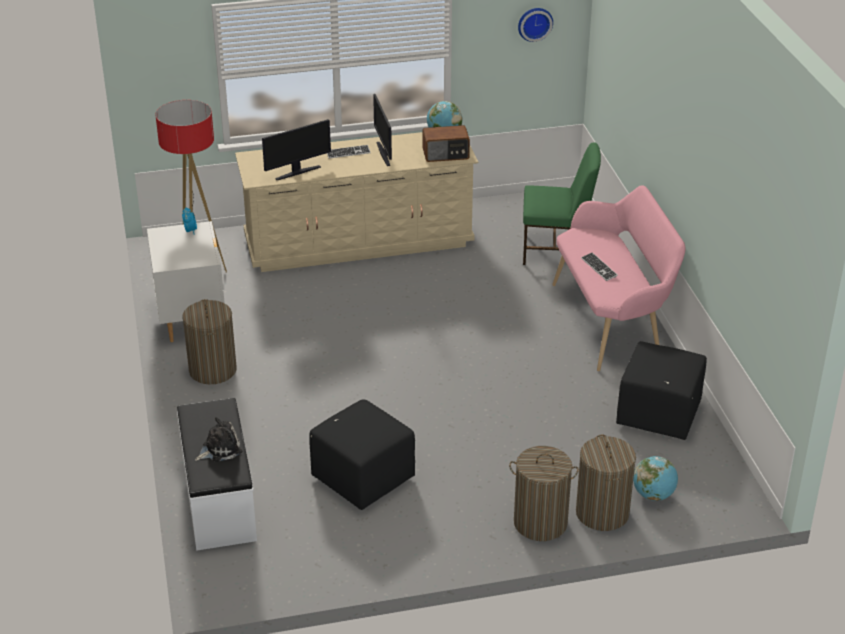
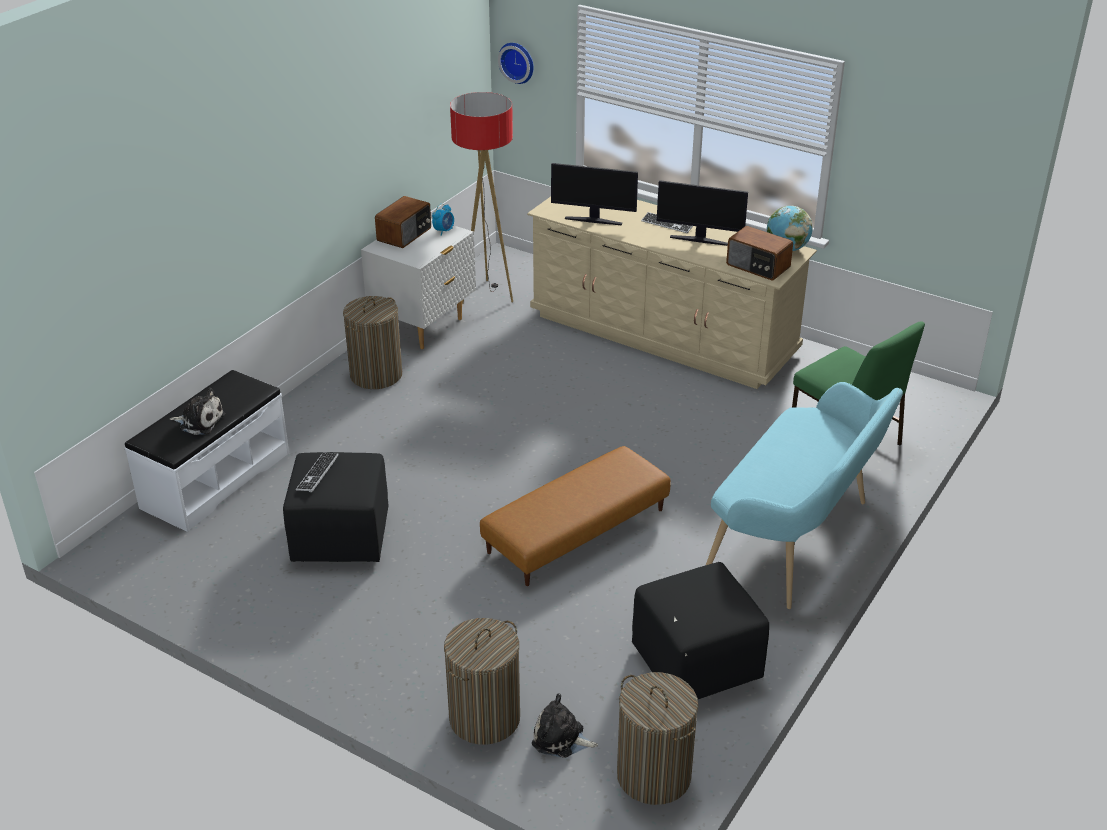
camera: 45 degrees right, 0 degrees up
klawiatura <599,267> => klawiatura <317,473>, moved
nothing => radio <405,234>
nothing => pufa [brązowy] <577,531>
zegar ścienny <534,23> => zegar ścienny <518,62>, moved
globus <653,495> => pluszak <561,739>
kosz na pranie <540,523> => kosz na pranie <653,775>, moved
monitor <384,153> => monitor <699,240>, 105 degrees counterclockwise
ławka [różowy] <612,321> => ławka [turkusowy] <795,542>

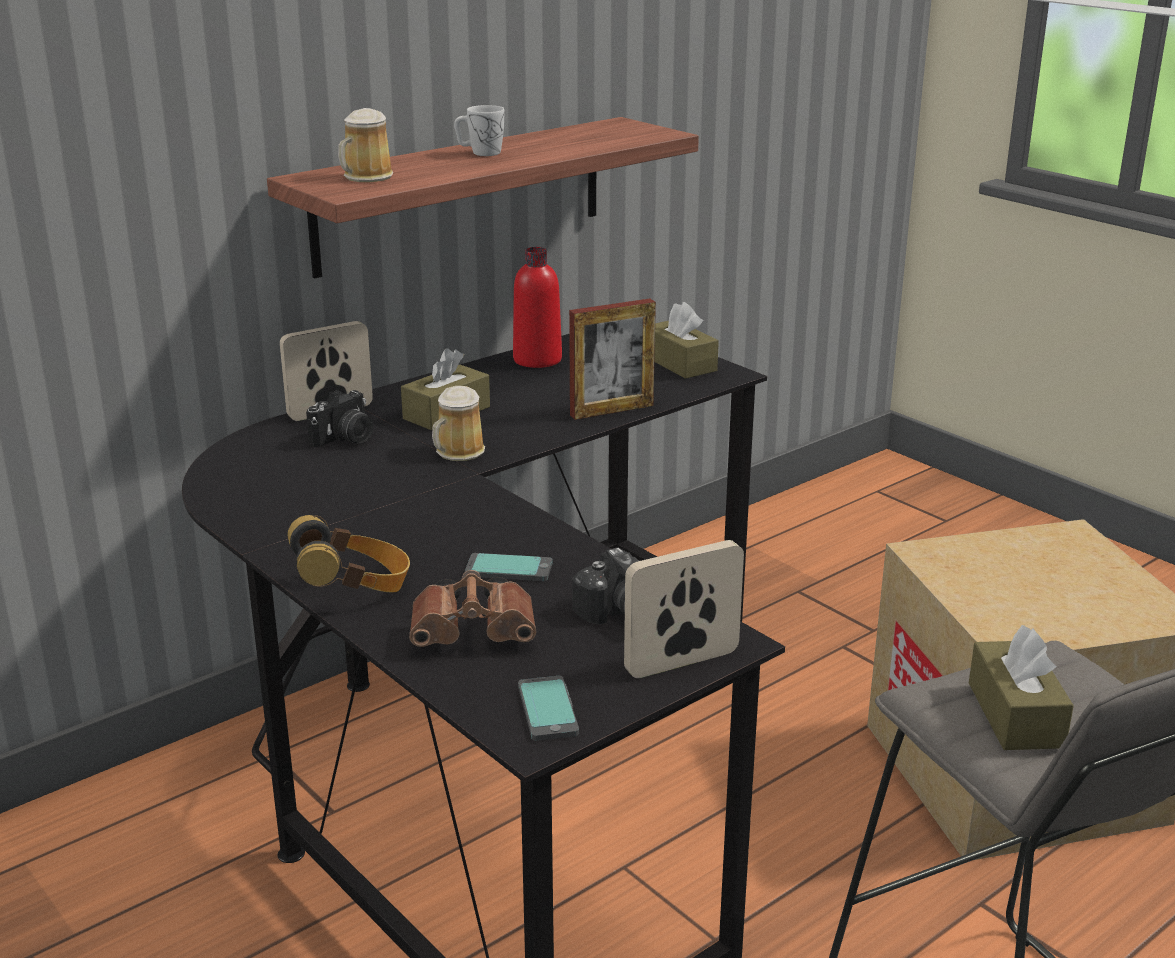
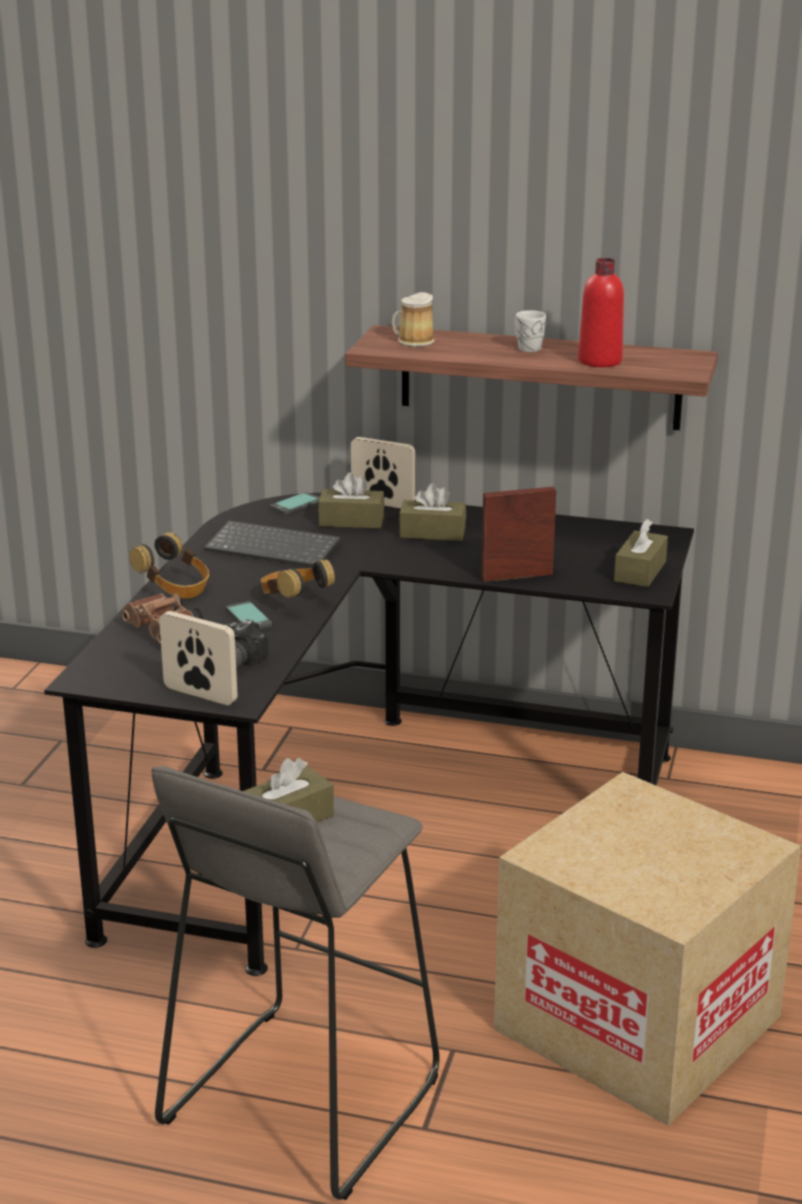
camera: 55 degrees right, 0 degrees up
nothing => klawiatura <275,547>
nothing => słuchawki <294,601>
telefon <548,710> => telefon <295,504>, moved
aparat fotograficzny <345,439> => pudełko chusteczek [brązowy] <351,521>
ramka na zdjęcie <612,410> => ramka na zdjęcie <517,576>, 135 degrees clockwise
butelka [czerwony] <537,360> => butelka [czerwony] <600,361>, moved
kubek <457,452> => nothing

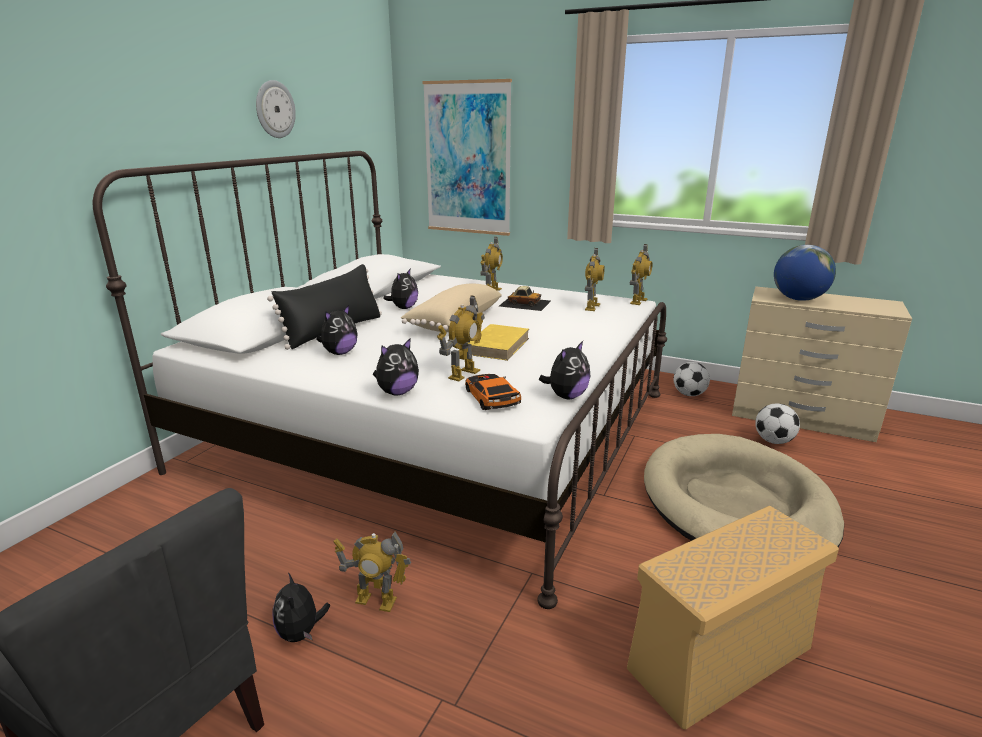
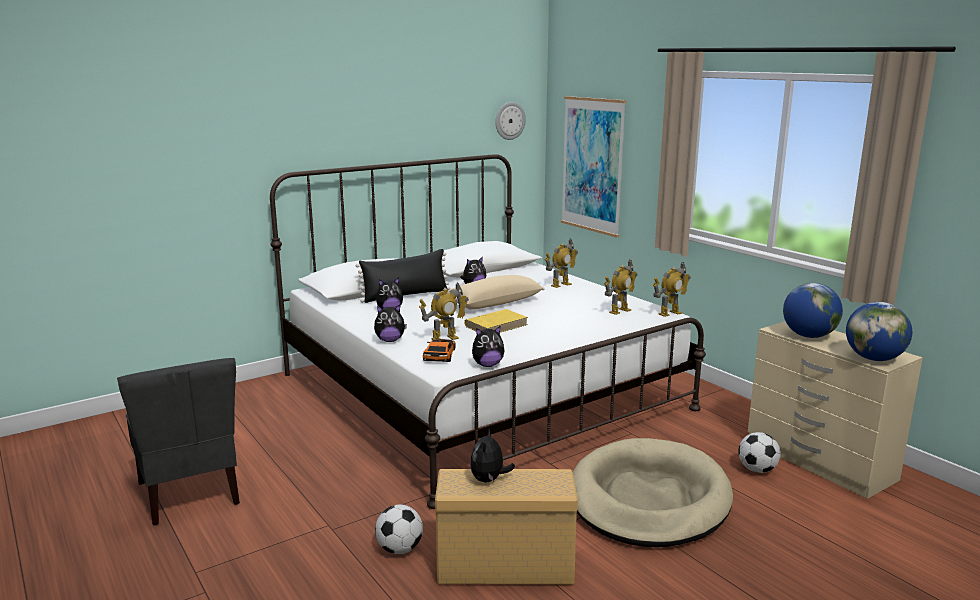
camera: 30 degrees right, 5 degrees down
piłka futbolowa <689,394> => piłka futbolowa <399,549>, moved
pluszak <301,633> => pluszak <489,480>, moved
zegar ścienny <274,109> => zegar ścienny <509,120>, moved
nothing => globus <873,358>
robot zabawkowy <376,601> => nothing
samochodzik <525,303> => nothing

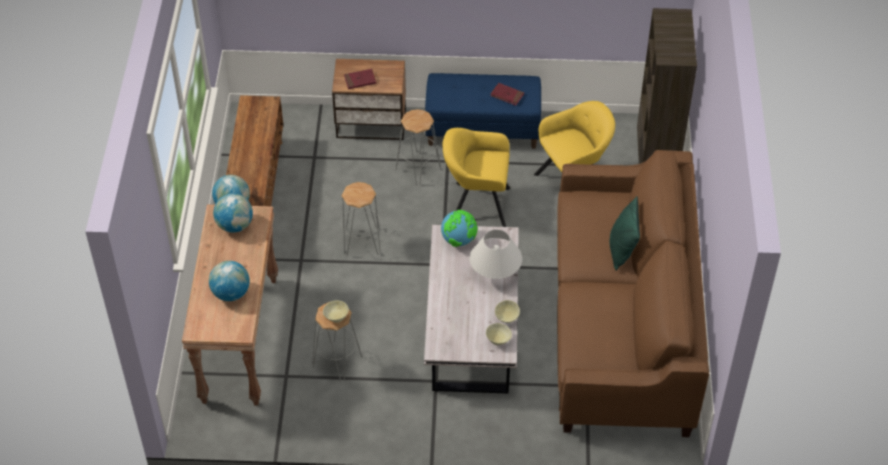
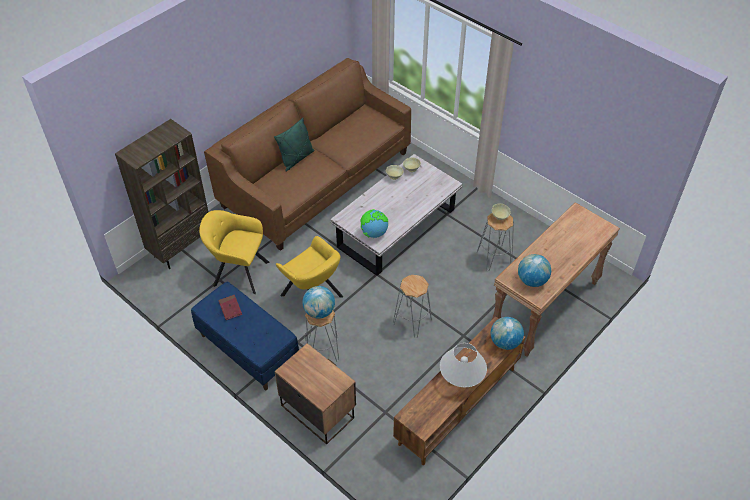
camera: 140 degrees left, 0 degrees up
globus <231,293> => globus <319,312>, moved
lampa stołowa [biały] <495,272> => lampa stołowa [biały] <461,377>, moved
książka [czerwony] <360,80> => nothing

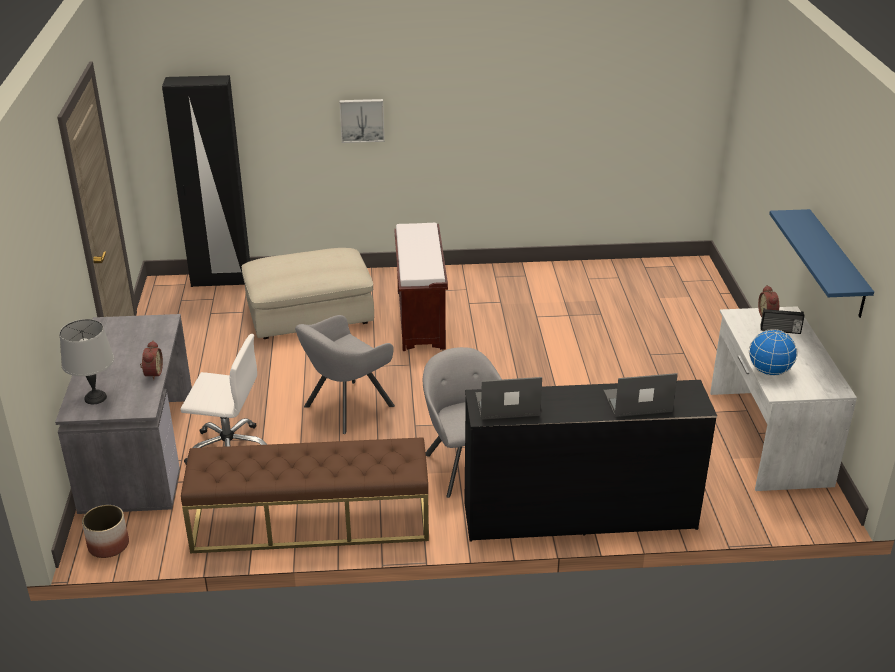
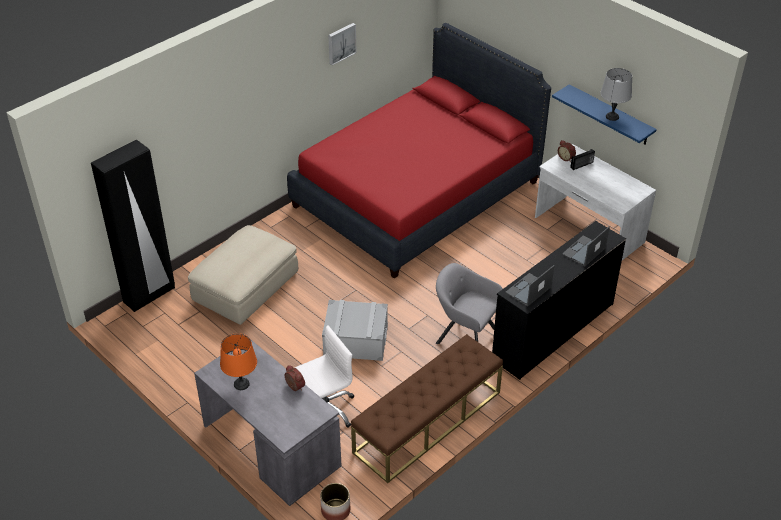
camera: 40 degrees left, 10 degrees up
nothing => lampa stołowa [pomarańczowy] <242,384>
nothing => łóżko [czerwony] <417,194>
fotel [szary] <345,408> => pojemnik do przechowywania [szary] <355,341>
obraz <362,120> => obraz <341,43>, moved
lampa stołowa [szary] <95,397> => lampa stołowa [szary] <612,116>, moved
ławka [brązowy] <421,319> => nothing
globus <769,371> => nothing

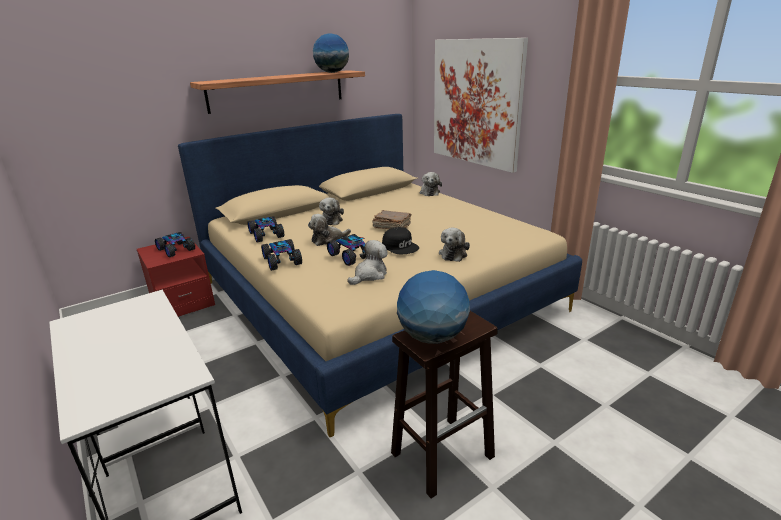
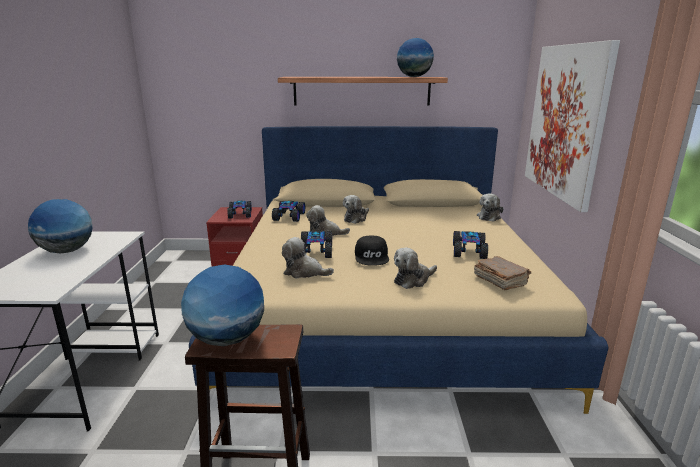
camera: 35 degrees right, 5 degrees down
nothing => globus <67,251>
pluszak <369,275> => pluszak <304,272>, 150 degrees counterclockwise
samochodzik <283,261> => samochodzik <469,251>, moved
książka [brązowy] <391,227> => książka [brązowy] <500,281>, moved

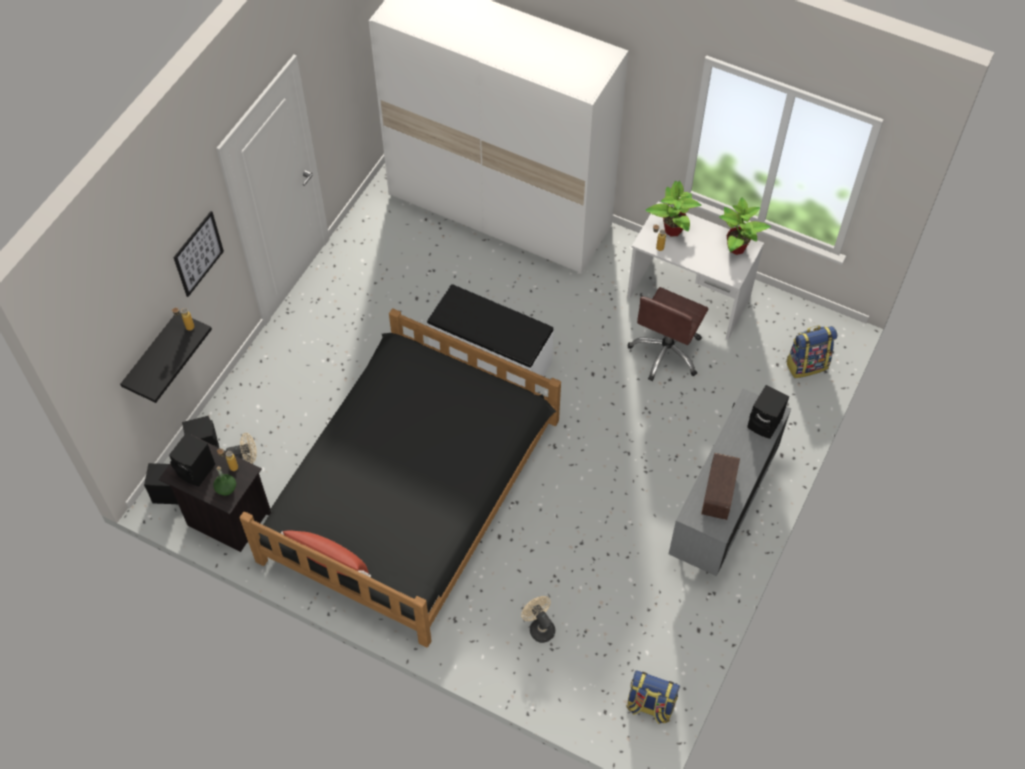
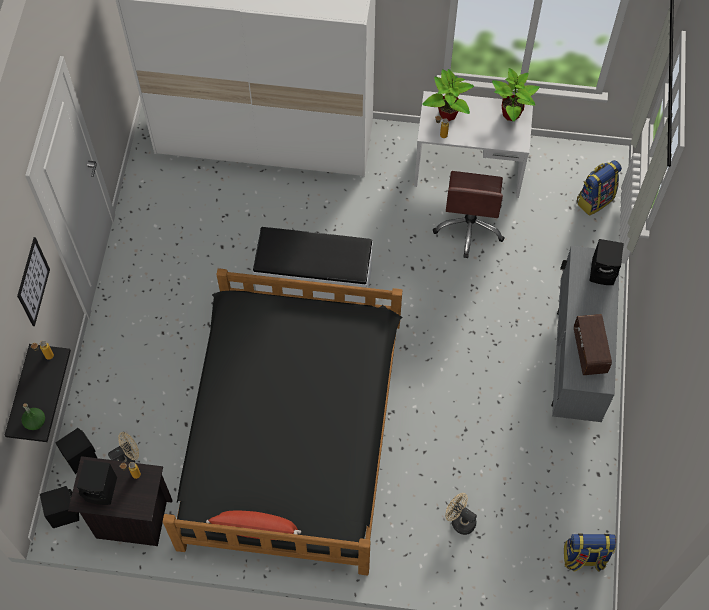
camera: 20 degrees left, 5 degrees up
butelka [zielony] <226,488> => butelka [zielony] <35,421>, moved

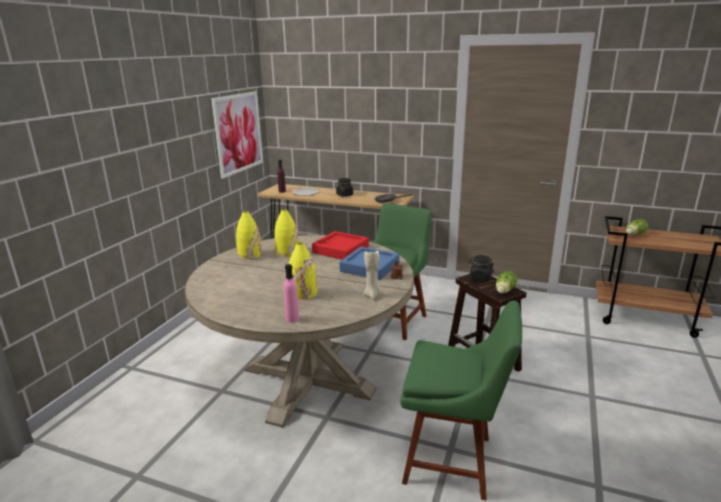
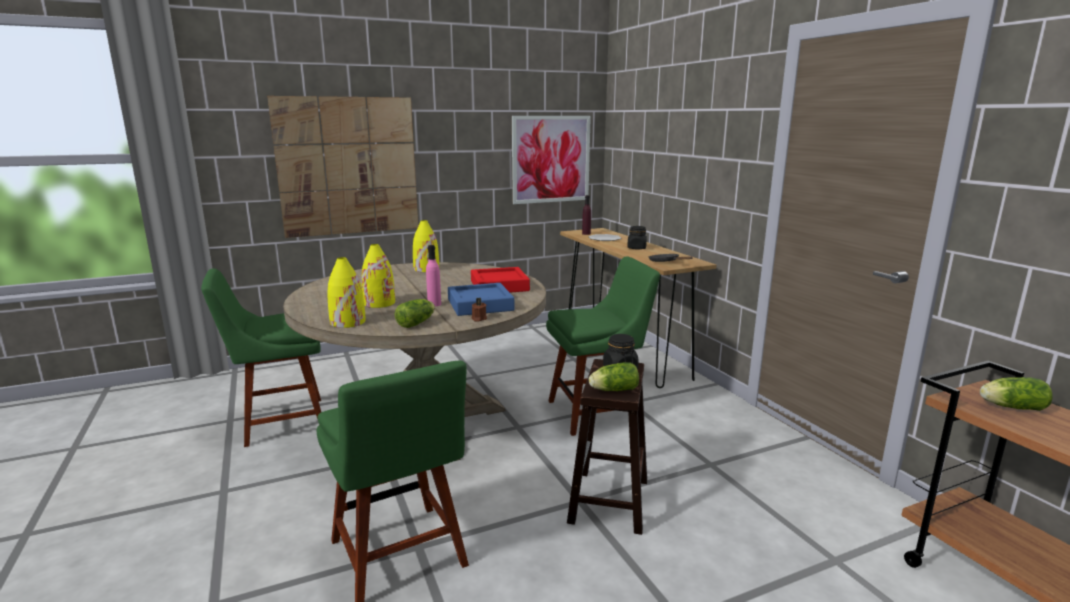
camera: 45 degrees right, 5 degrees down
nothing => krzesło [zielony] <279,422>
nothing => obraz <348,166>
wazon [żółty] <287,253> => wazon [żółty] <347,322>, moved
świeca [beżowy] <372,295> => sałata <417,323>
butelka [różowy] <292,319> => butelka [różowy] <434,304>, moved

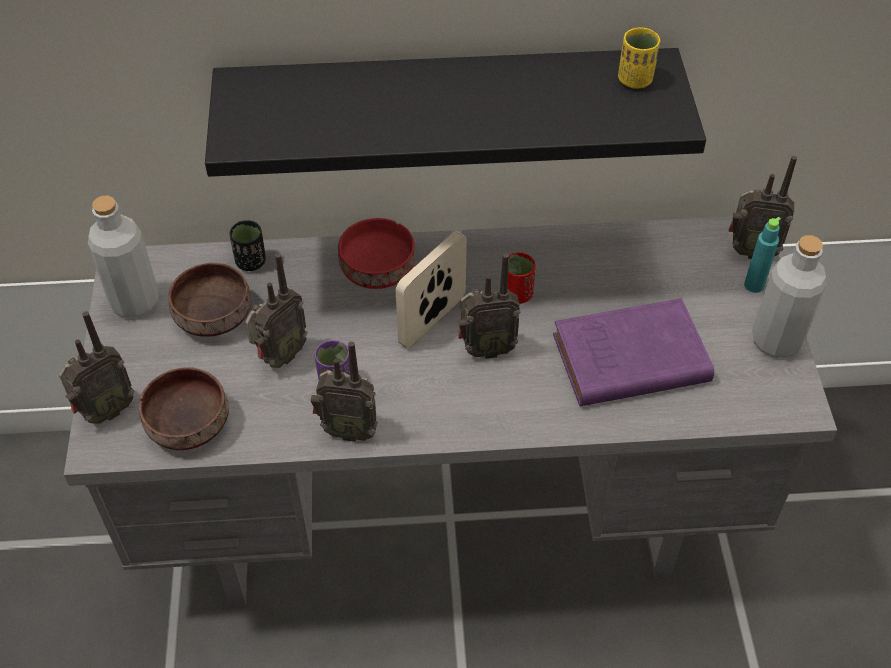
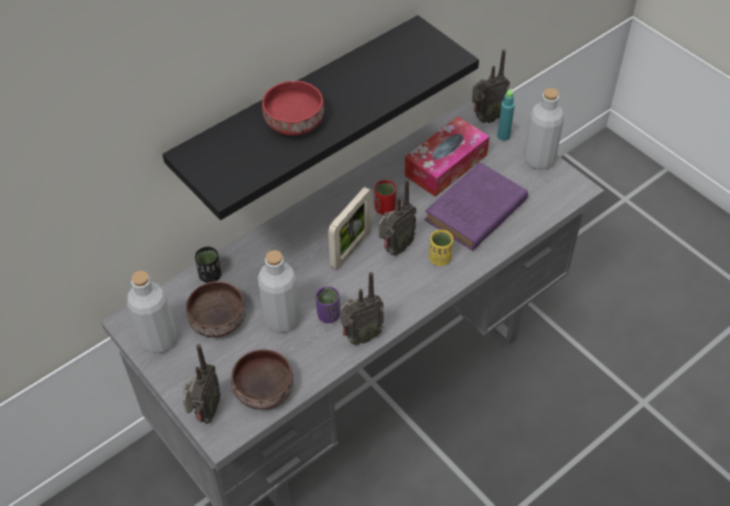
camera: 35 degrees left, 0 degrees up
radio <279,357> => butelka [szary] <282,320>
miska [czerwony] <376,269> => miska [czerwony] <293,122>, moved
ramka na zdjęcie <432,320> => ramka na zdjęcie <351,249>, 150 degrees counterclockwise
nothing => pudełko chusteczek <446,165>
filiżanka [żółty] <635,80> => filiżanka [żółty] <440,258>, moved

